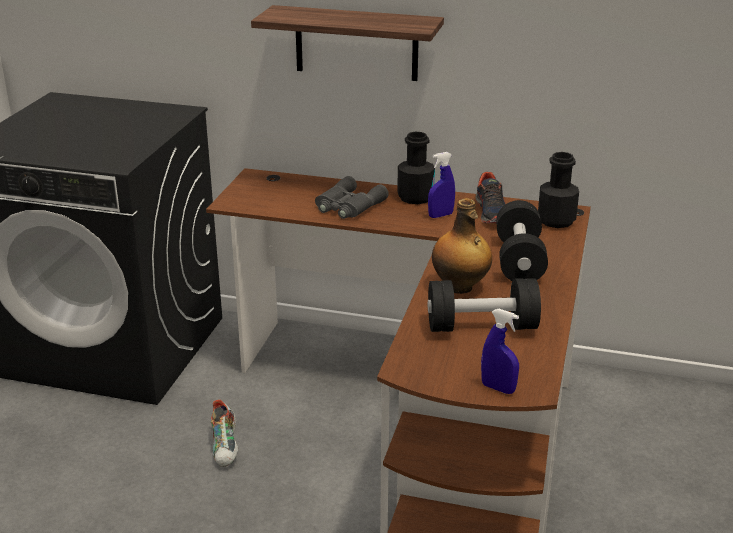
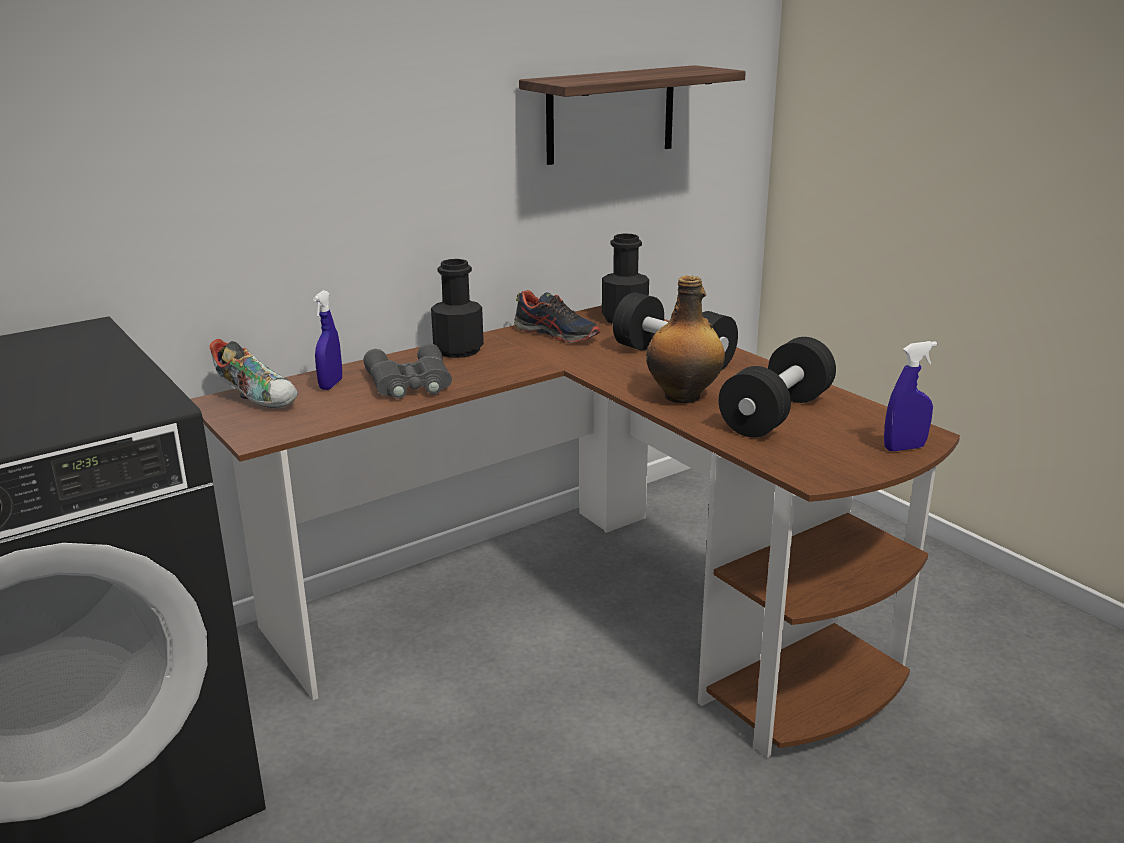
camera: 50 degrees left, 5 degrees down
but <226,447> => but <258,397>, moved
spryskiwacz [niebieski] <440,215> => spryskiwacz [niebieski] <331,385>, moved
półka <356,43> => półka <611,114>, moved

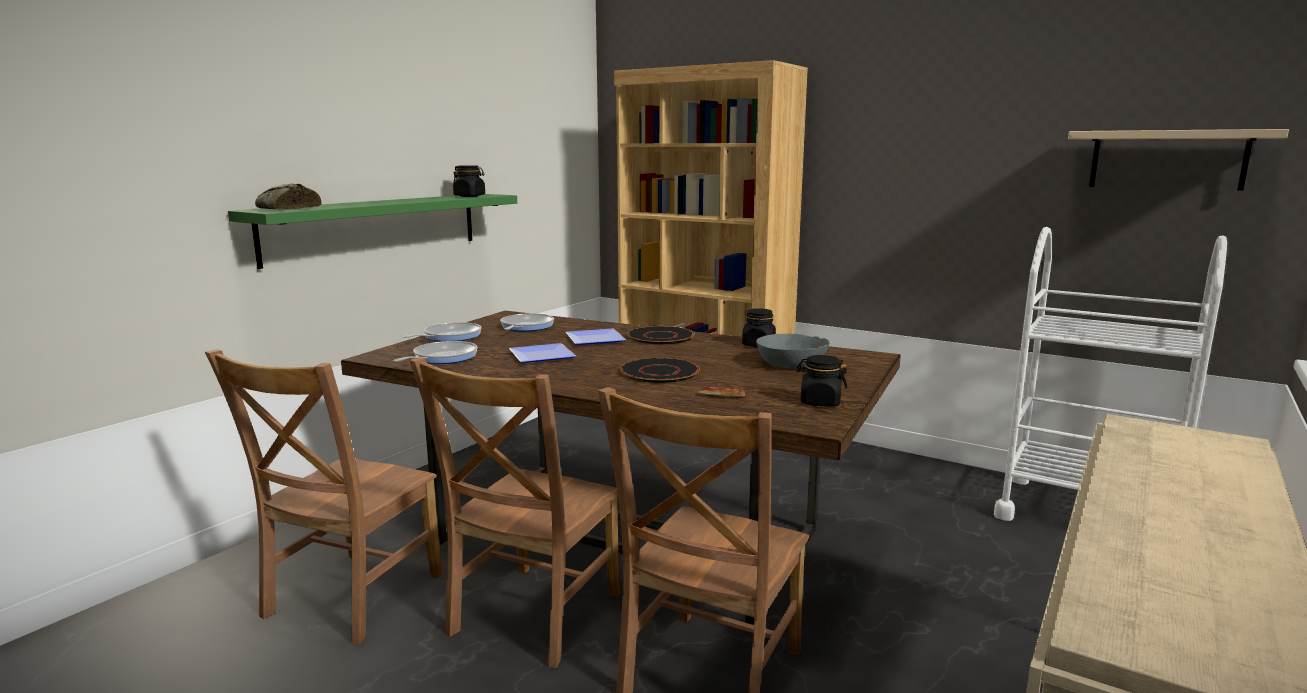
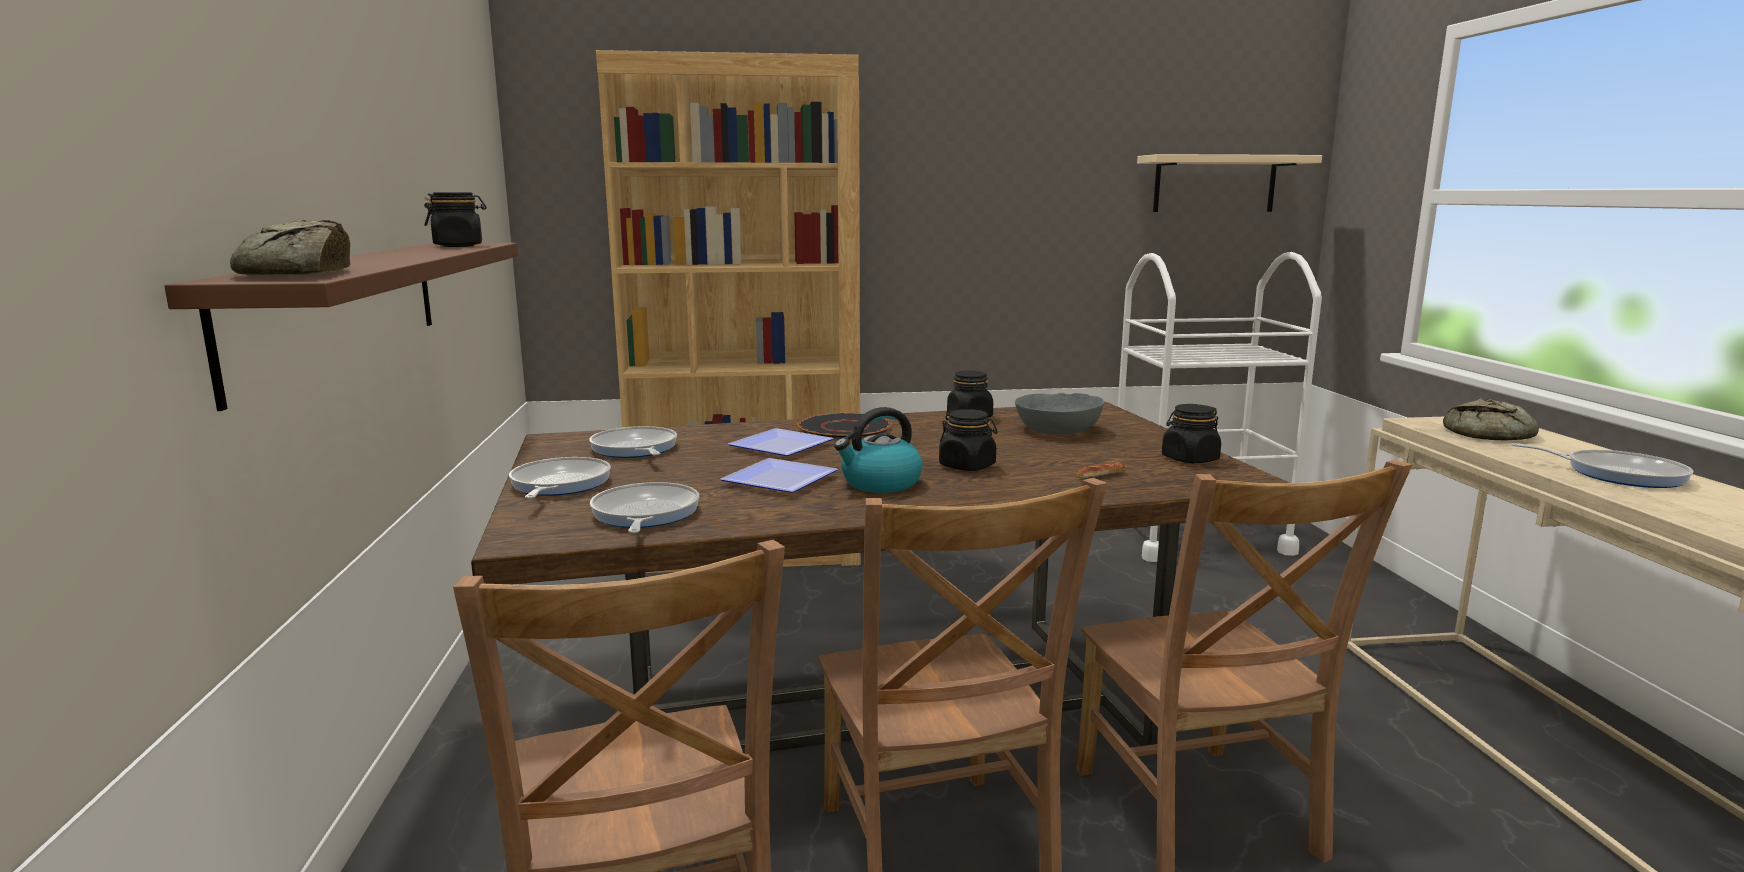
camera: 40 degrees left, 0 degrees up
półka [zielony] <376,227> => półka [brązowy] <342,308>
nothing => czajnik <880,483>
talerz [czarny] <659,372> => słoik [czarny] <967,466>
nothing => chleb <1491,434>
nothing => patelnia <1617,474>

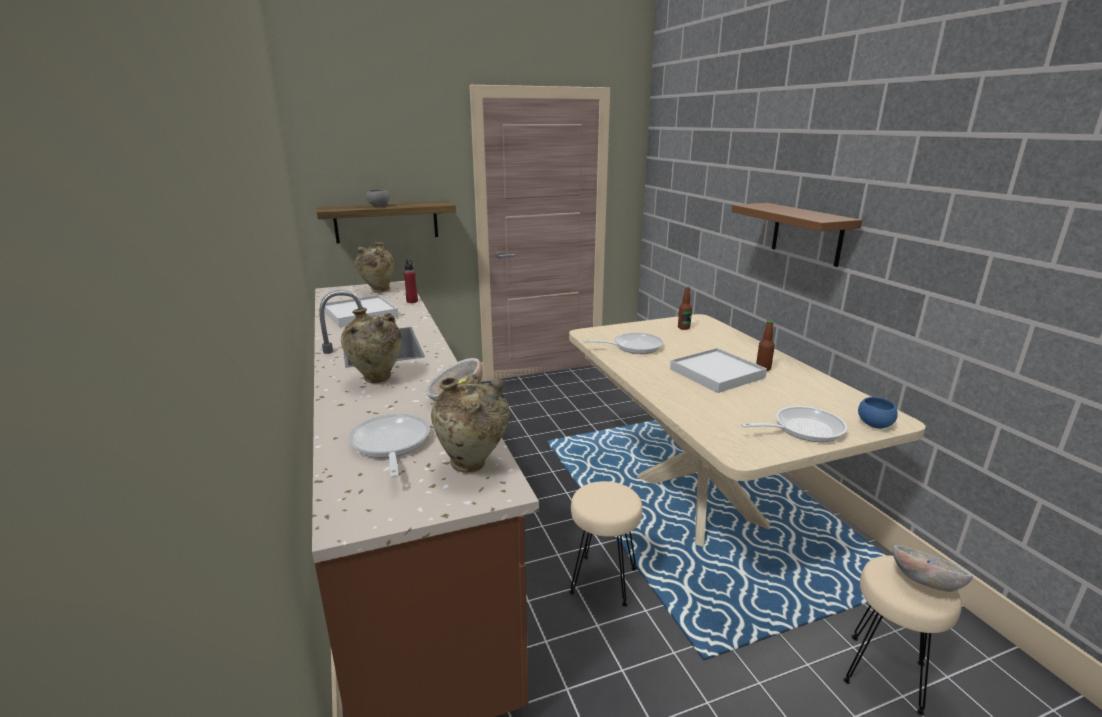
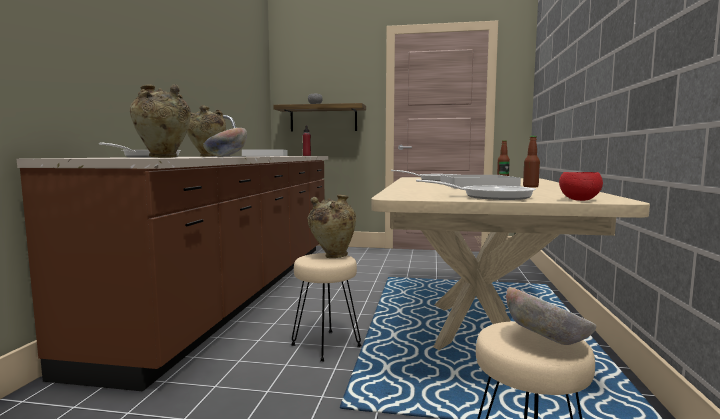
camera: 30 degrees right, 15 degrees down
wazon [beżowy] <377,291> => wazon [beżowy] <332,256>, moved
miska [niebieski] <874,425> => miska [czerwony] <579,200>
półka [brązowy] <807,234> => nothing

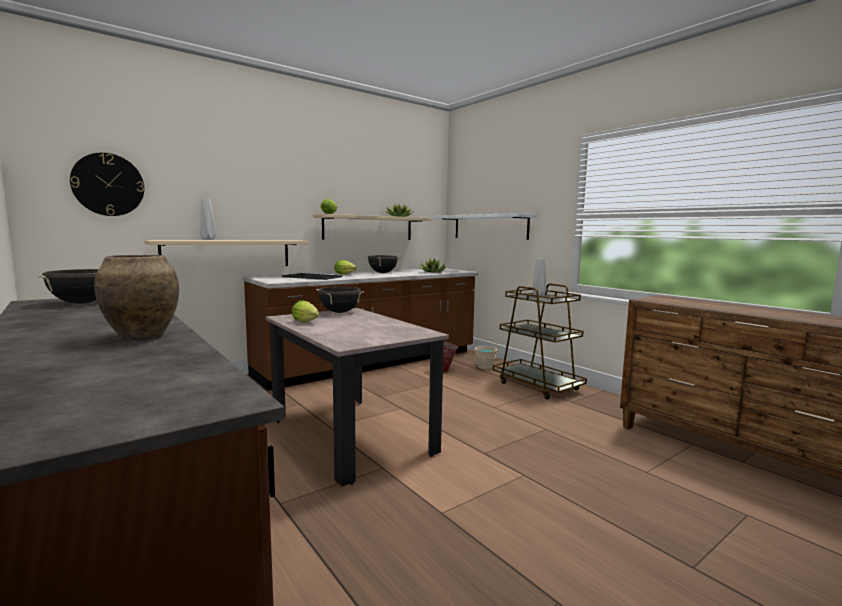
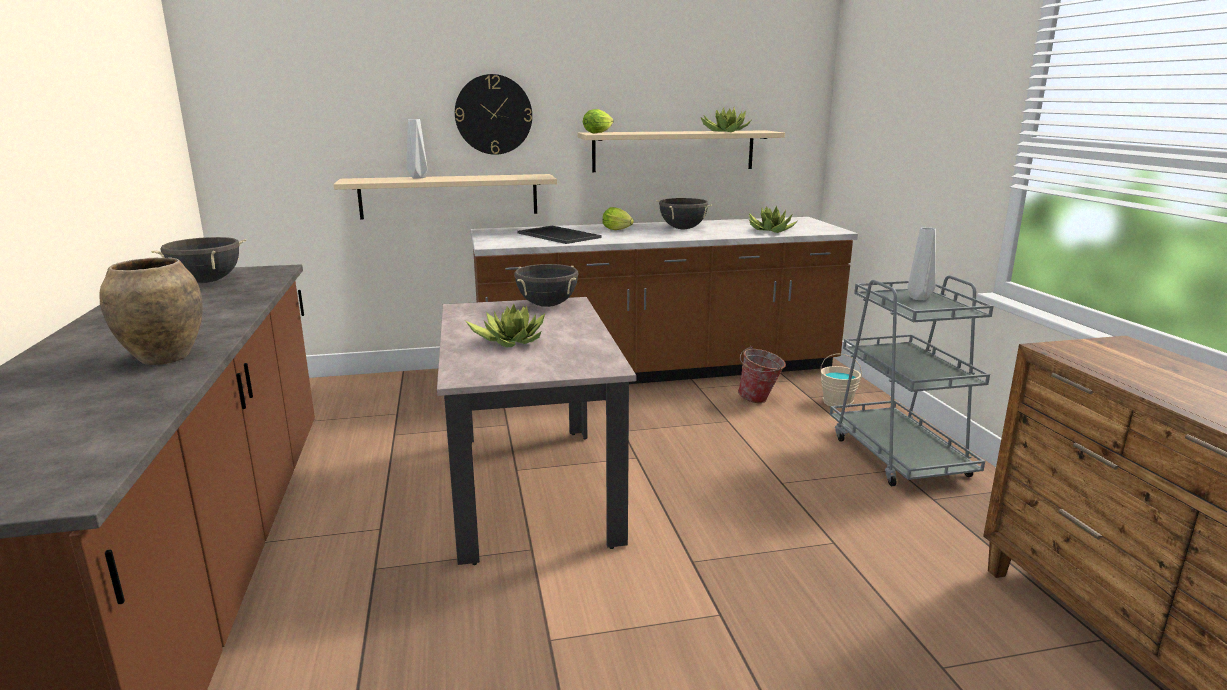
camera: 25 degrees right, 10 degrees up
zegar ścienny <108,184> => zegar ścienny <493,114>, moved
nothing => roślina doniczkowa <511,340>
wózek [brązowy] <537,386> => wózek [szary] <898,456>
sałata <307,322> => nothing
półka [biały] <489,227> => nothing

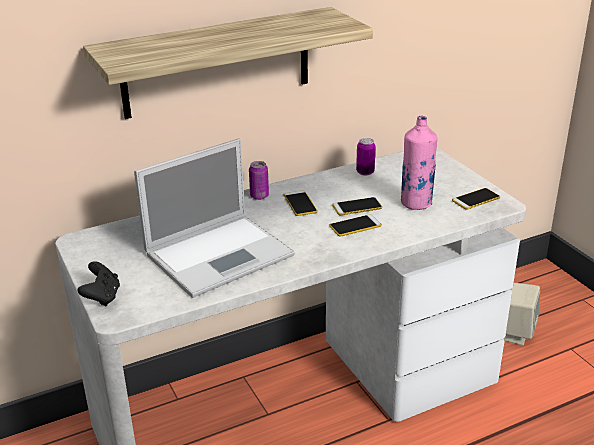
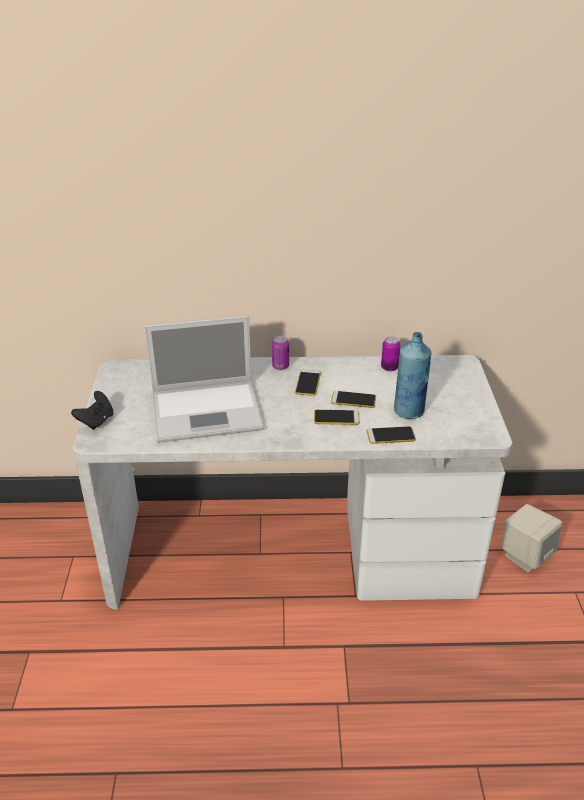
camera: 25 degrees right, 5 degrees up
telefon <476,199> => telefon <390,436>, moved
butelka [różowy] <416,203> => butelka [niebieski] <409,411>
półka <217,63> => nothing

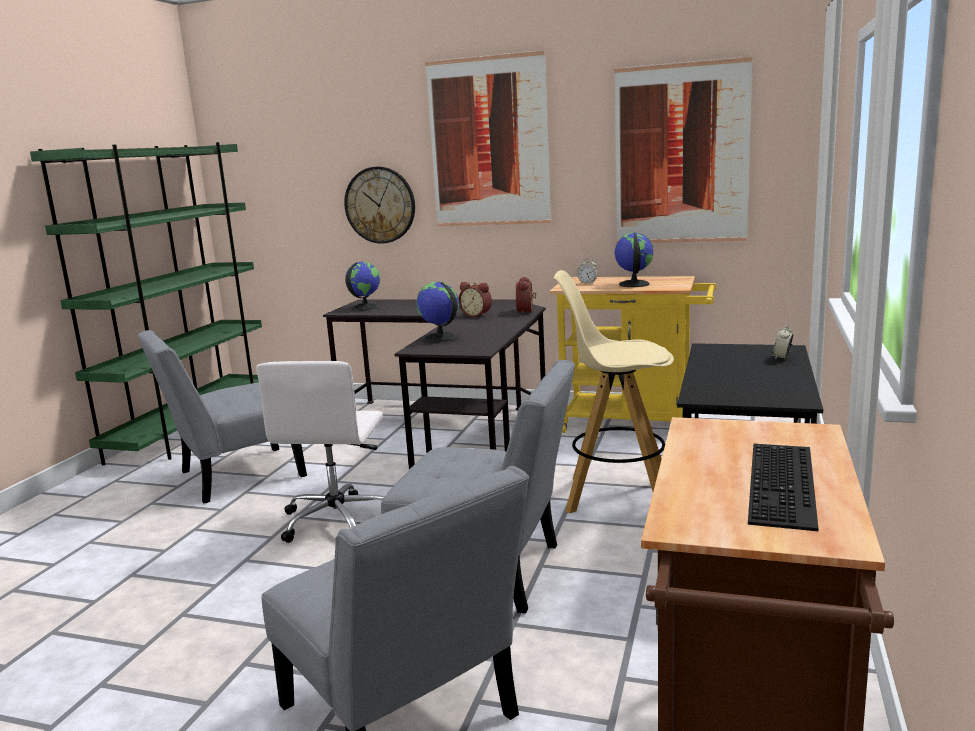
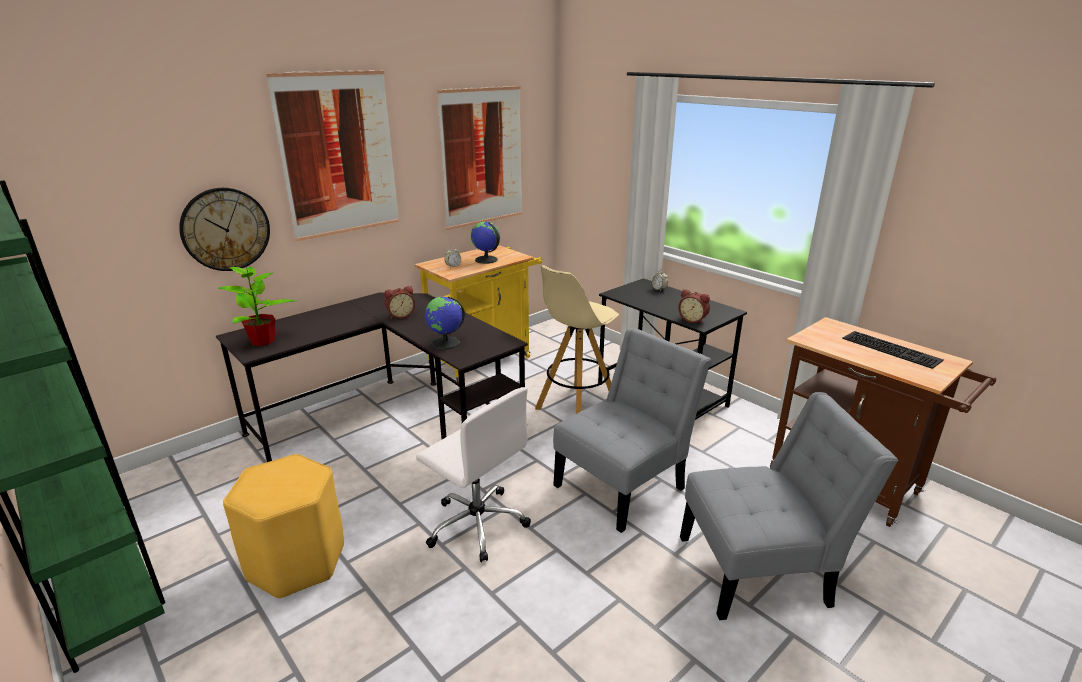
camera: 60 degrees left, 10 degrees up
globus <365,307> => roślina doniczkowa <263,341>
krzesło [szary] <234,476> => stołek [żółty] <296,562>
budzik <527,311> => budzik <693,320>, moved

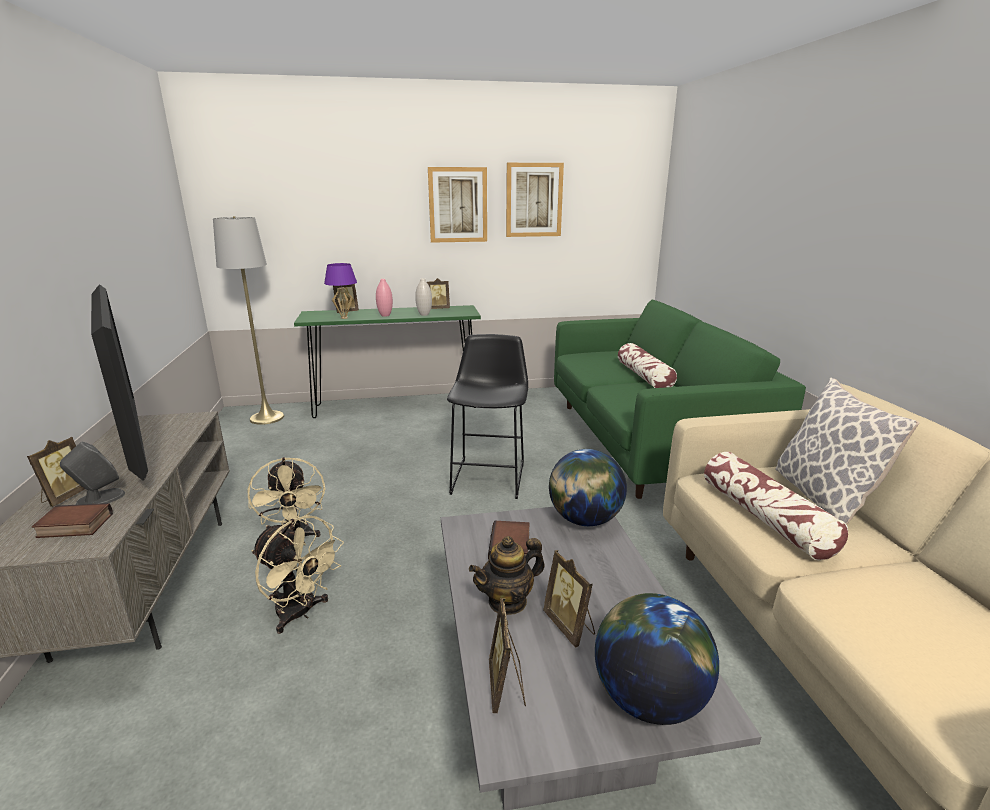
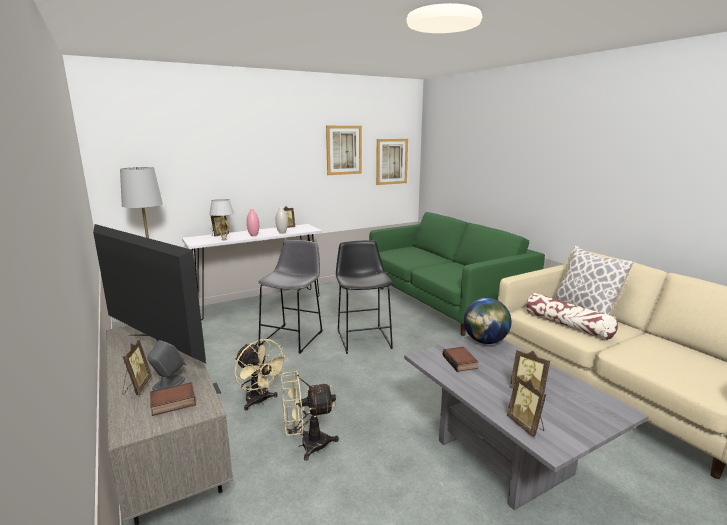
camera: 20 degrees left, 5 degrees down
stolik konsolowy [zielony] <396,406> => stolik konsolowy [biały] <259,303>
lampa stołowa [fioletowy] <344,318> => lampa stołowa [biały] <224,239>
nothing => stołek [szary] <293,337>
wentylator [beżowy] <301,613> => wentylator [beżowy] <307,445>, 150 degrees clockwise
obraz <458,205> => obraz <391,161>, moved
imbryk <507,601> => nothing
globus <648,698> => nothing
poduszka <644,376> => nothing

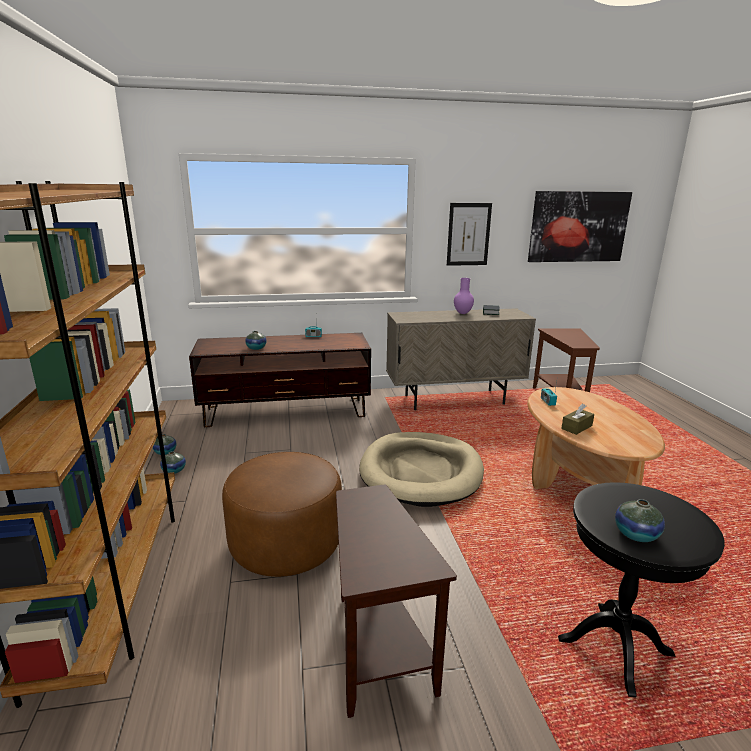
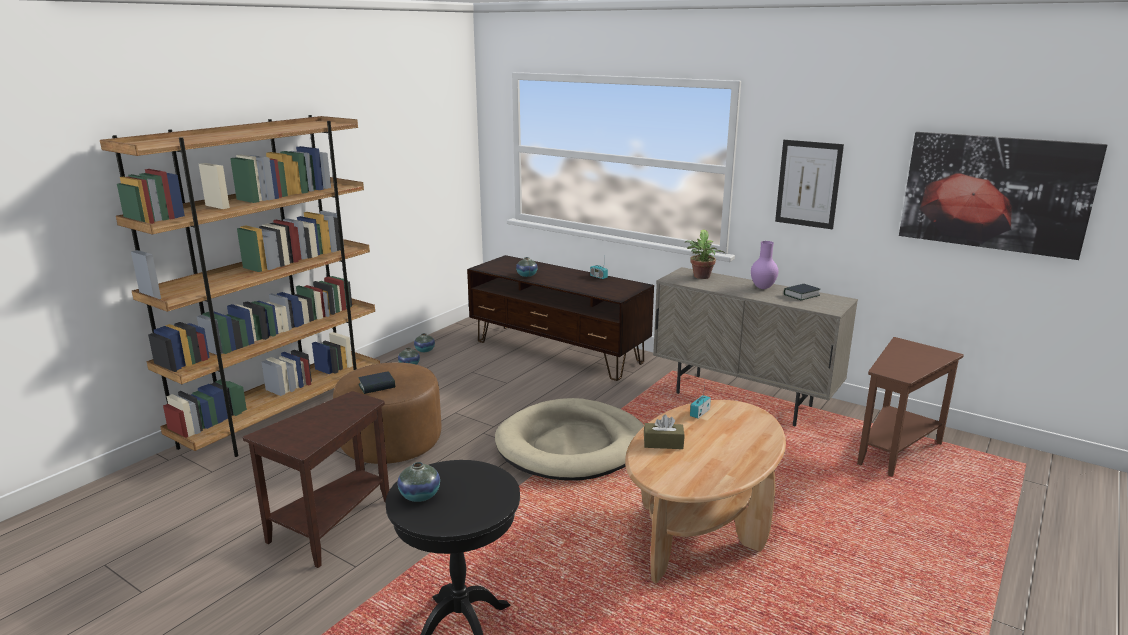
camera: 45 degrees right, 0 degrees up
nothing => książka <377,386>
nothing => roślina doniczkowa <701,277>

